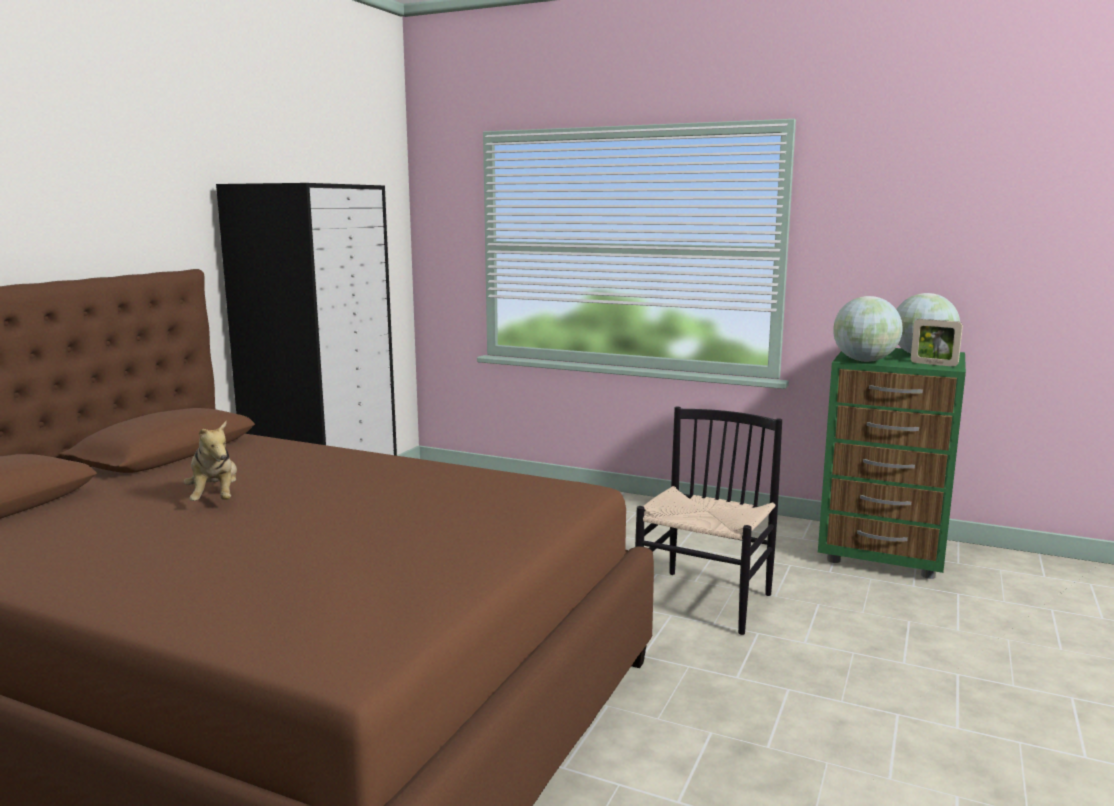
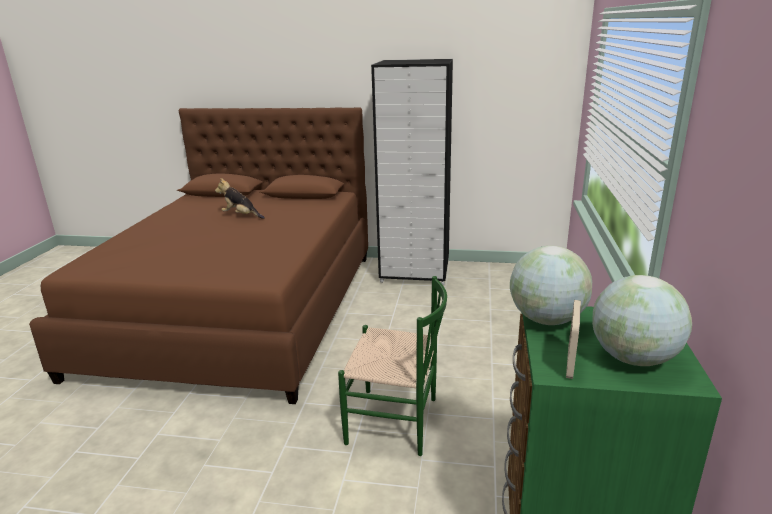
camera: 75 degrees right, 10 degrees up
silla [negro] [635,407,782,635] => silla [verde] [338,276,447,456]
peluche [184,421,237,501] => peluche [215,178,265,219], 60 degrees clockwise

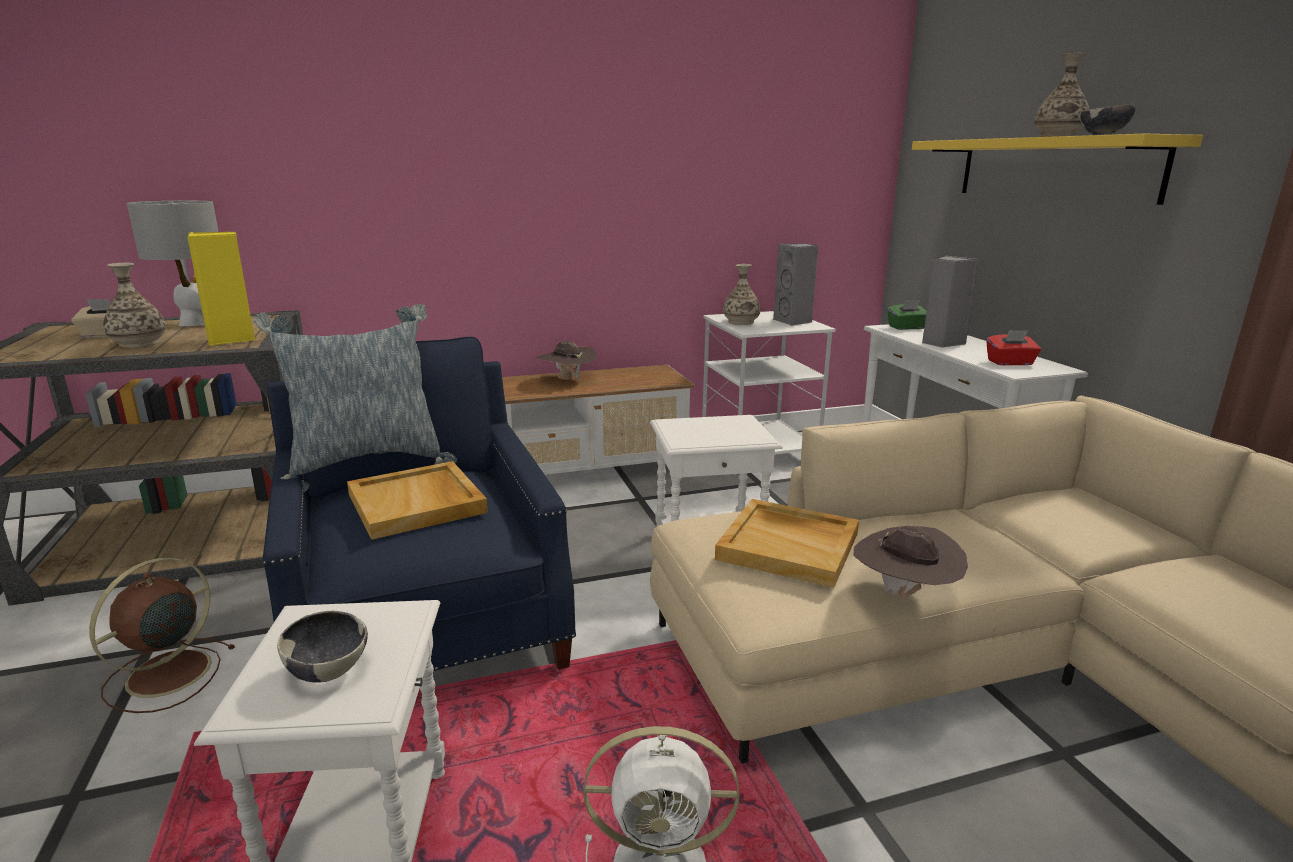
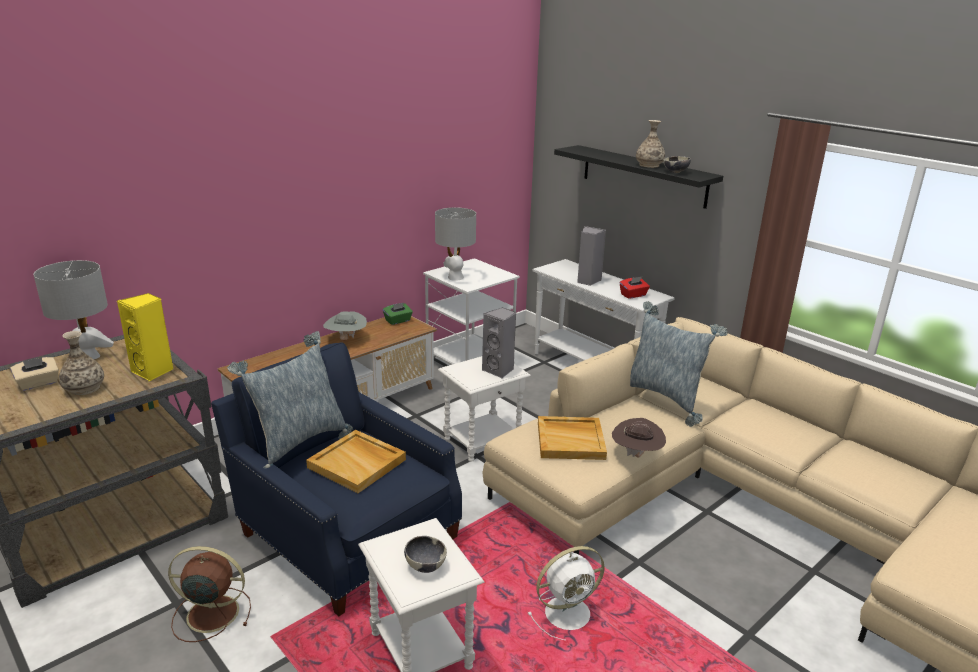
camera: 25 degrees left, 5 degrees up
nothing => cojín [630,301,728,427]
altavoz [gris] [773,243,819,326] => altavoz [gris] [482,307,516,379], moved
caja de pañuelos [verde] [887,300,927,330] => caja de pañuelos [verde] [383,303,413,325], moved
florero [723,264,761,325] => lámpara de mesa [gris] [435,207,476,281]
sombrero [marrón] [537,341,597,380] => sombrero [gris] [323,311,367,340]
estante [amarillo] [912,134,1203,205] => estante [negro] [554,145,723,209]
ventilador [marrón] [89,558,235,713] => ventilador [marrón] [168,546,251,642], 90 degrees clockwise

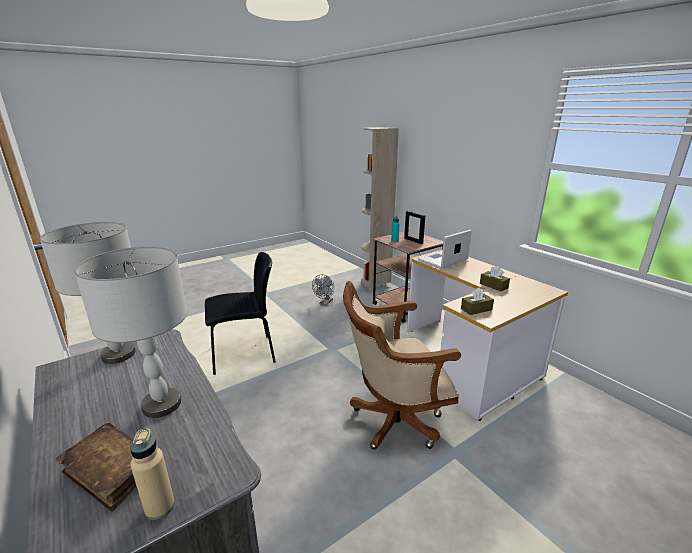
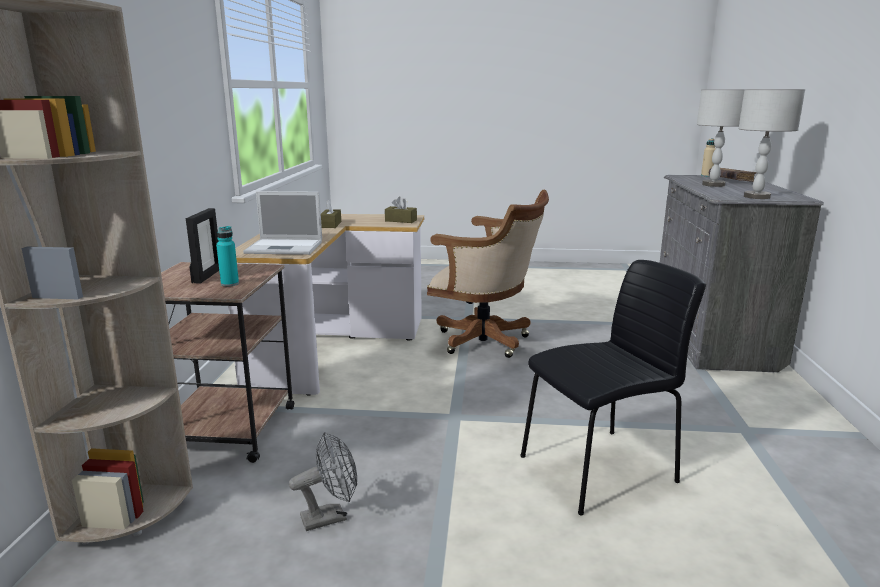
camera: 140 degrees left, 5 degrees down
silla [negro] [205,252,276,375] => silla [negro] [521,260,706,515], 135 degrees clockwise

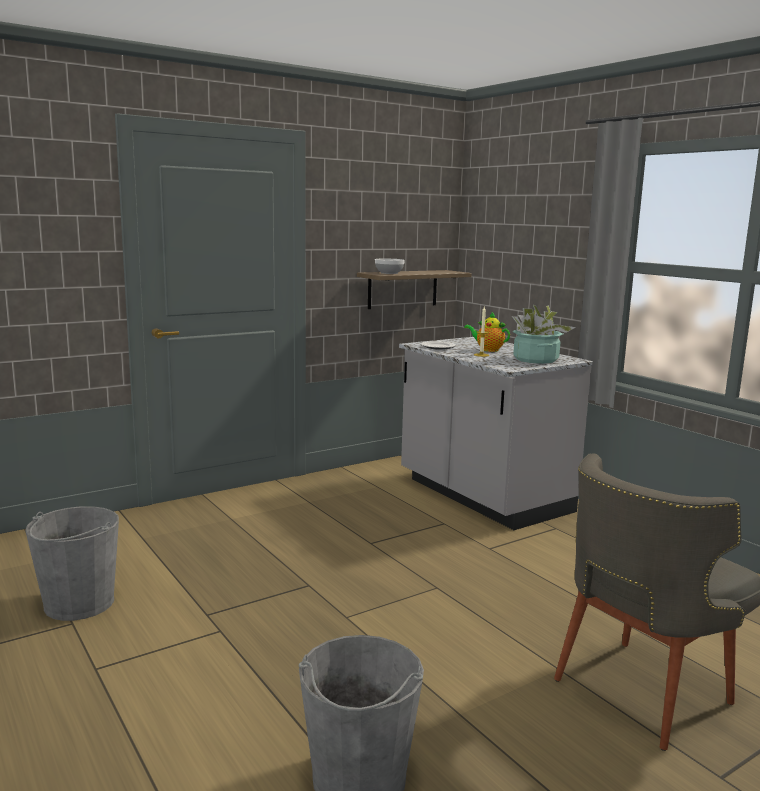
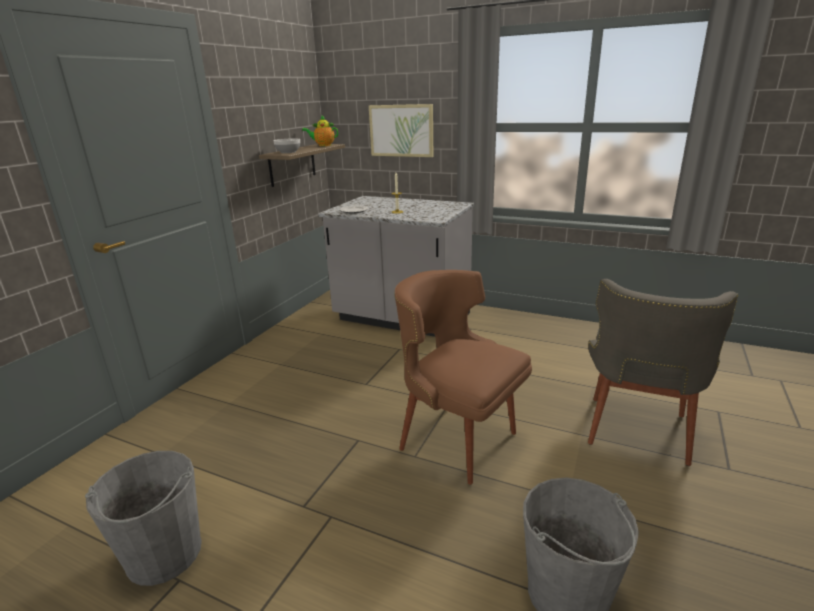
camera: 30 degrees left, 10 degrees up
planta en maceta [512,305,576,364] => nothing
nothing => cuadro [369,104,433,157]
nothing => silla [marrón] [394,270,532,485]
tetera [464,312,510,352] => tetera [302,116,338,146], moved

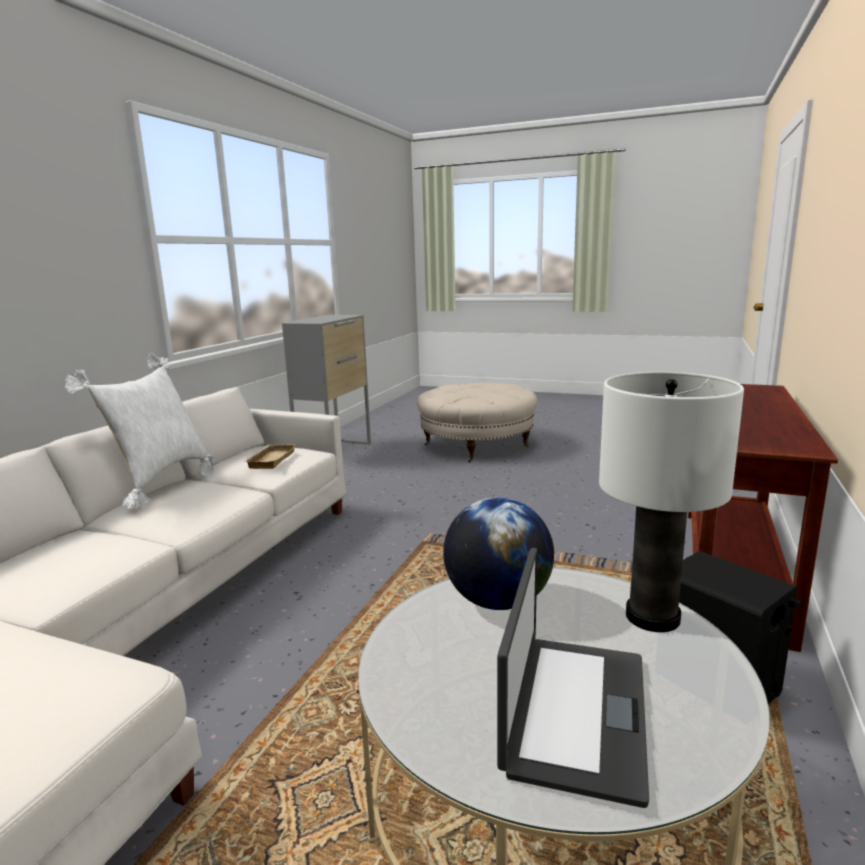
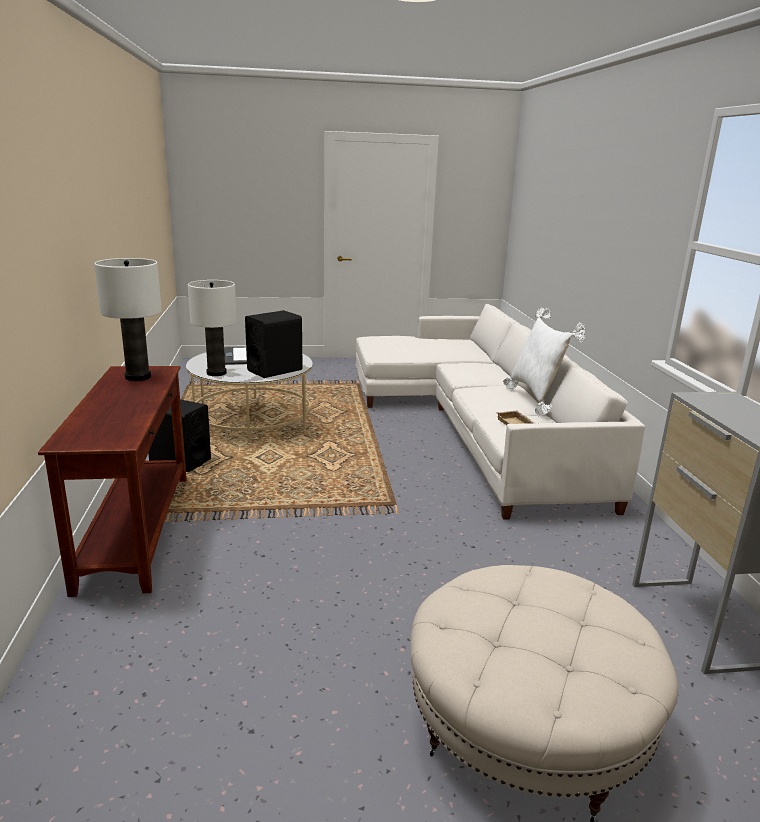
camera: 150 degrees right, 5 degrees up
nothing => lámpara de mesa [blanco] [94,258,162,381]
globo terráqueo [443,497,554,610] => altavoz [negro] [245,310,303,378]

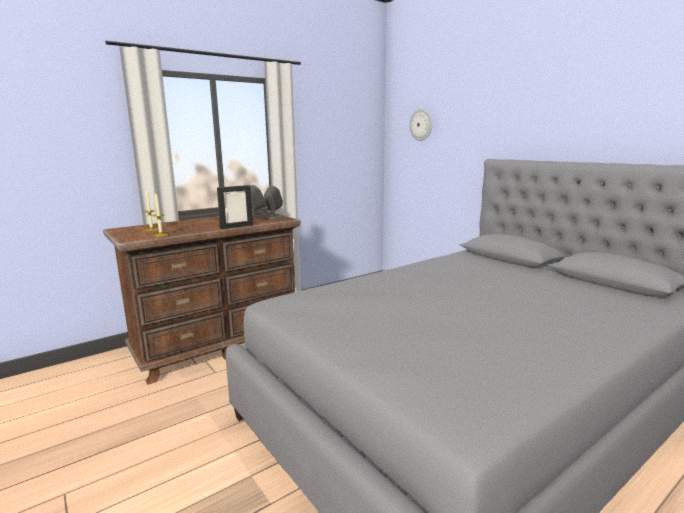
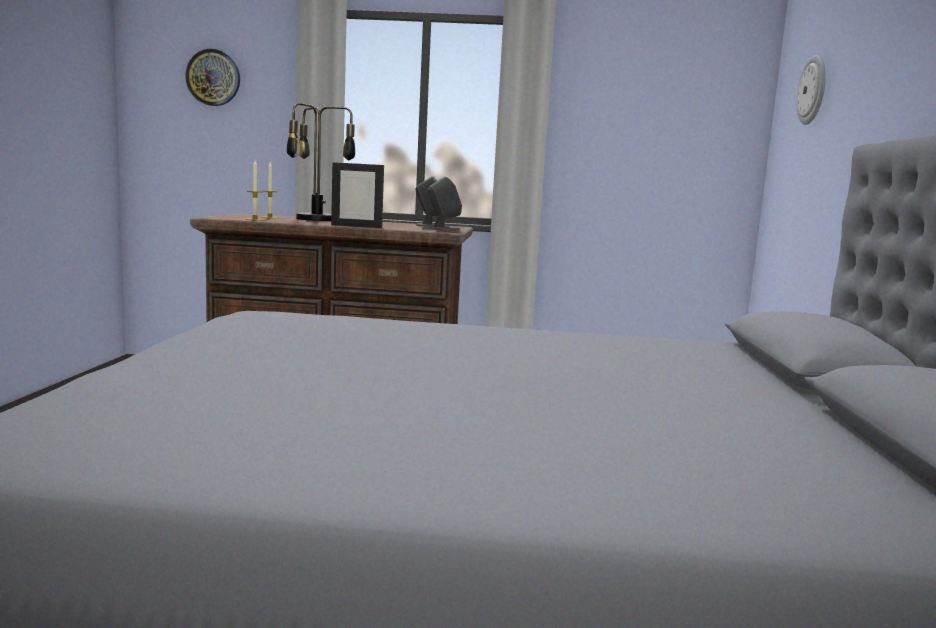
camera: 40 degrees right, 5 degrees down
nothing => reloj de pared [185,49,240,106]
nothing => lámpara de mesa [287,103,355,221]

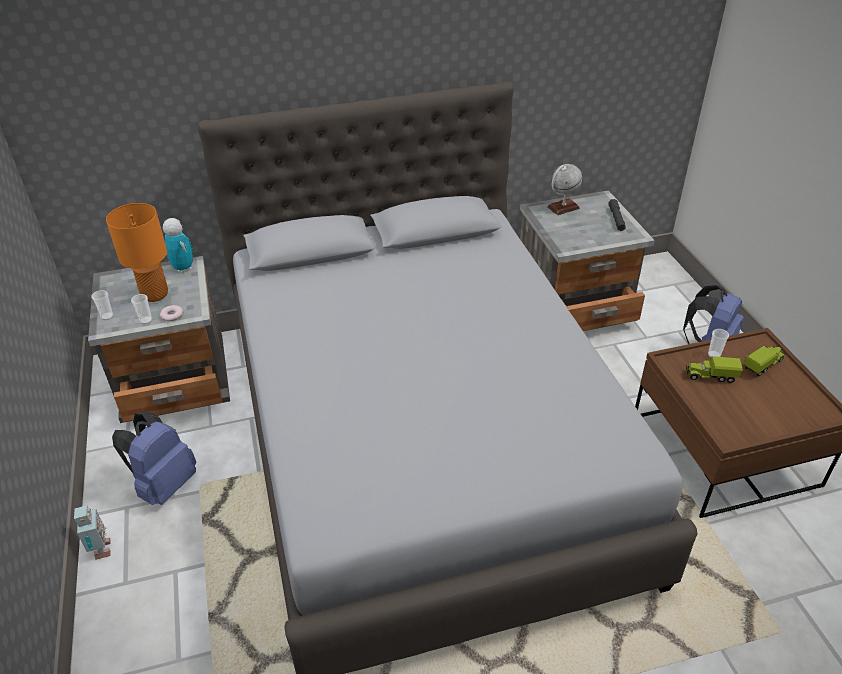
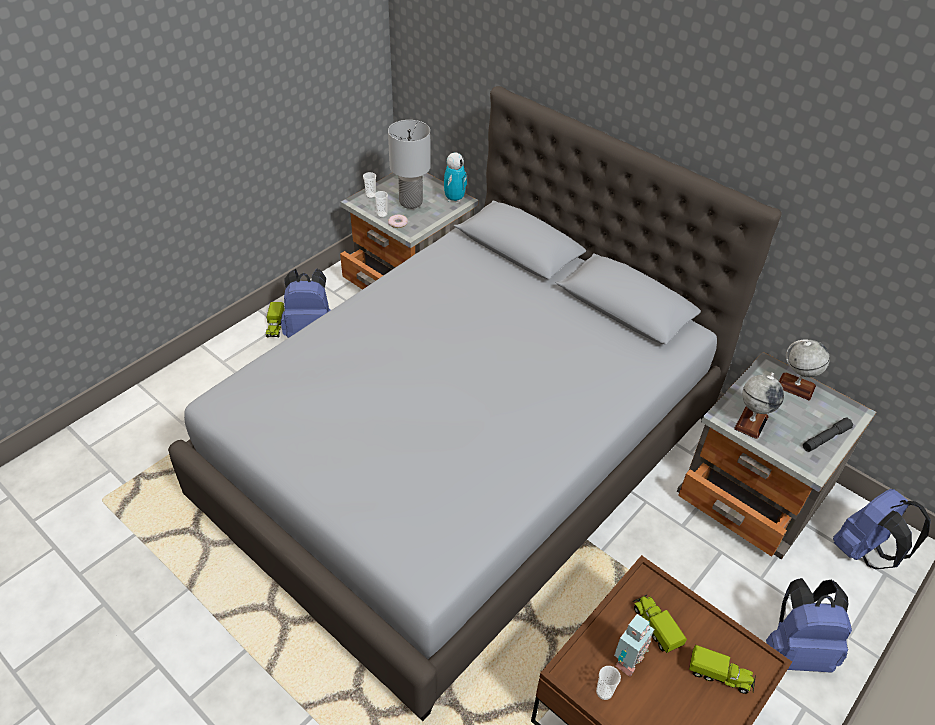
camera: 55 degrees right, 5 degrees up
nothing => camión de juguete [266,302,285,338]
nothing => globo terráqueo [734,372,784,439]
nothing => mochila [azul] [833,489,931,569]
robot de juguete [74,505,110,560] => robot de juguete [614,614,654,677], moved
taza [708,329,729,357] => taza [596,666,621,700], moved
lámpara de mesa [naranja] [106,203,168,302] => lámpara de mesa [gris] [388,120,431,209]

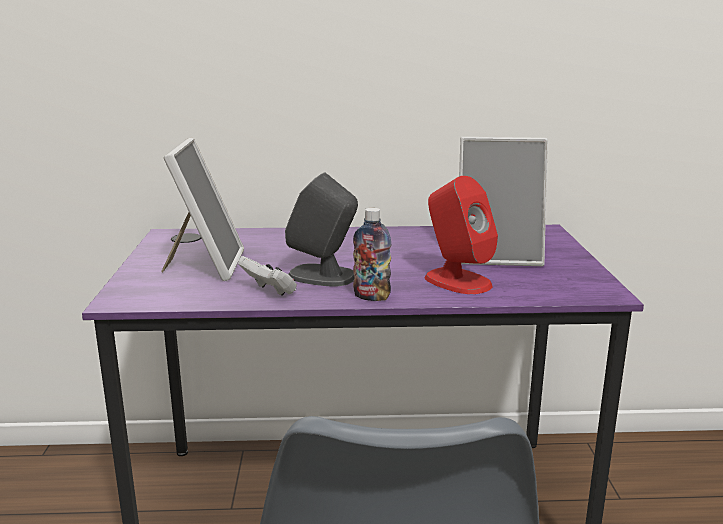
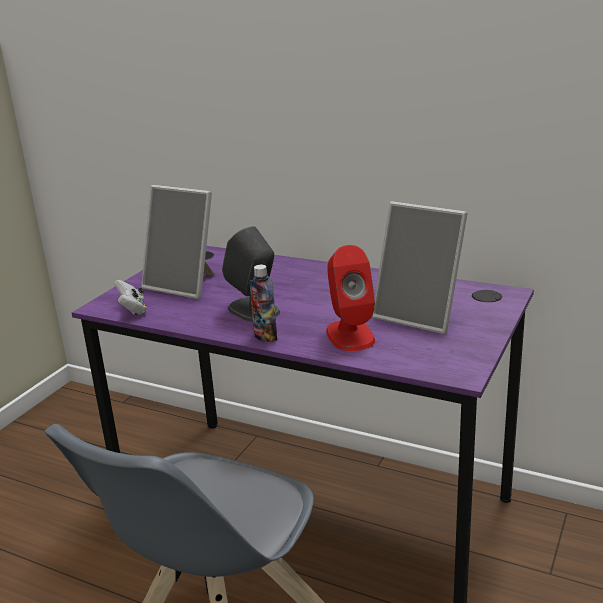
camera: 30 degrees right, 5 degrees up
mando de consola [blanco] [238,256,297,296] => mando de consola [blanco] [114,280,147,315], moved
portarretratos [161,138,244,281] => portarretratos [141,185,215,299], 90 degrees clockwise

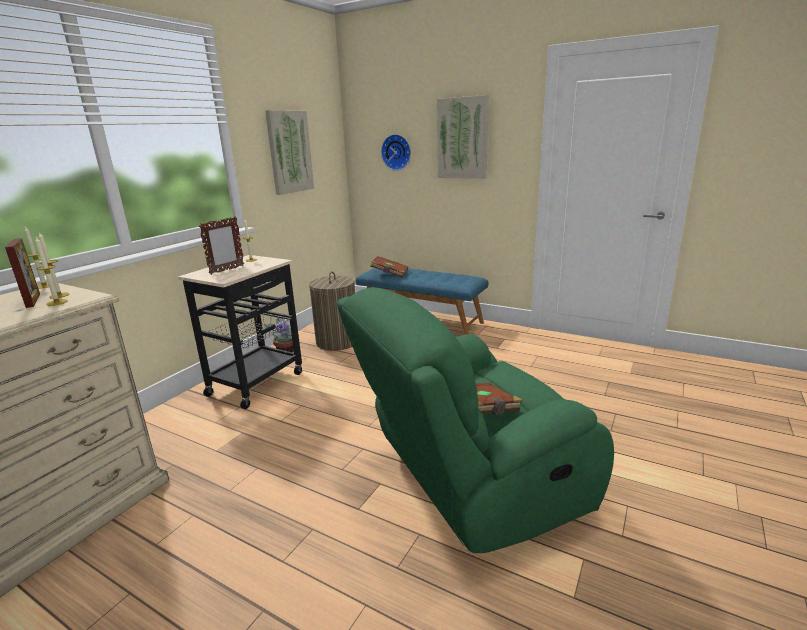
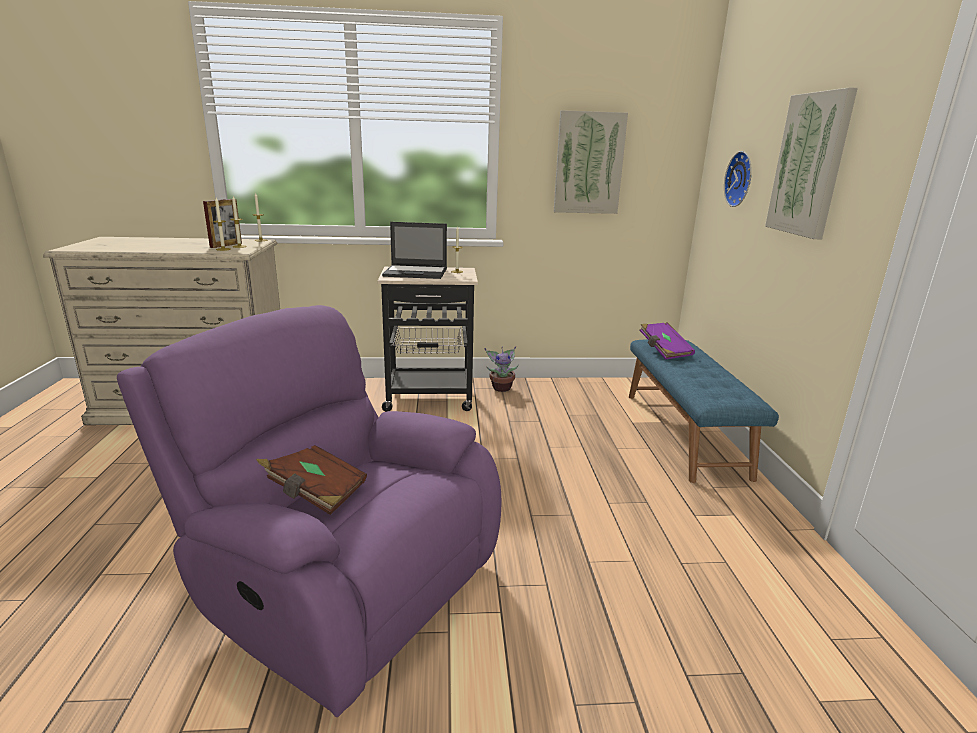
camera: 55 degrees right, 0 degrees up
cesto de la ropa [309,271,355,351] => nothing
portarretratos [199,216,245,275] => portátil [382,222,447,279]
sillón [verde] [337,287,614,553] => sillón [morado] [117,305,501,717]
libro [marrón] [370,256,408,277] => libro [morado] [639,322,695,360]

